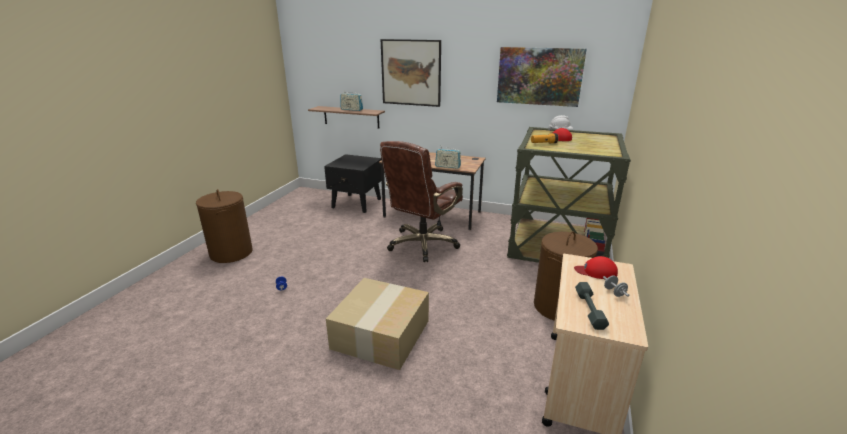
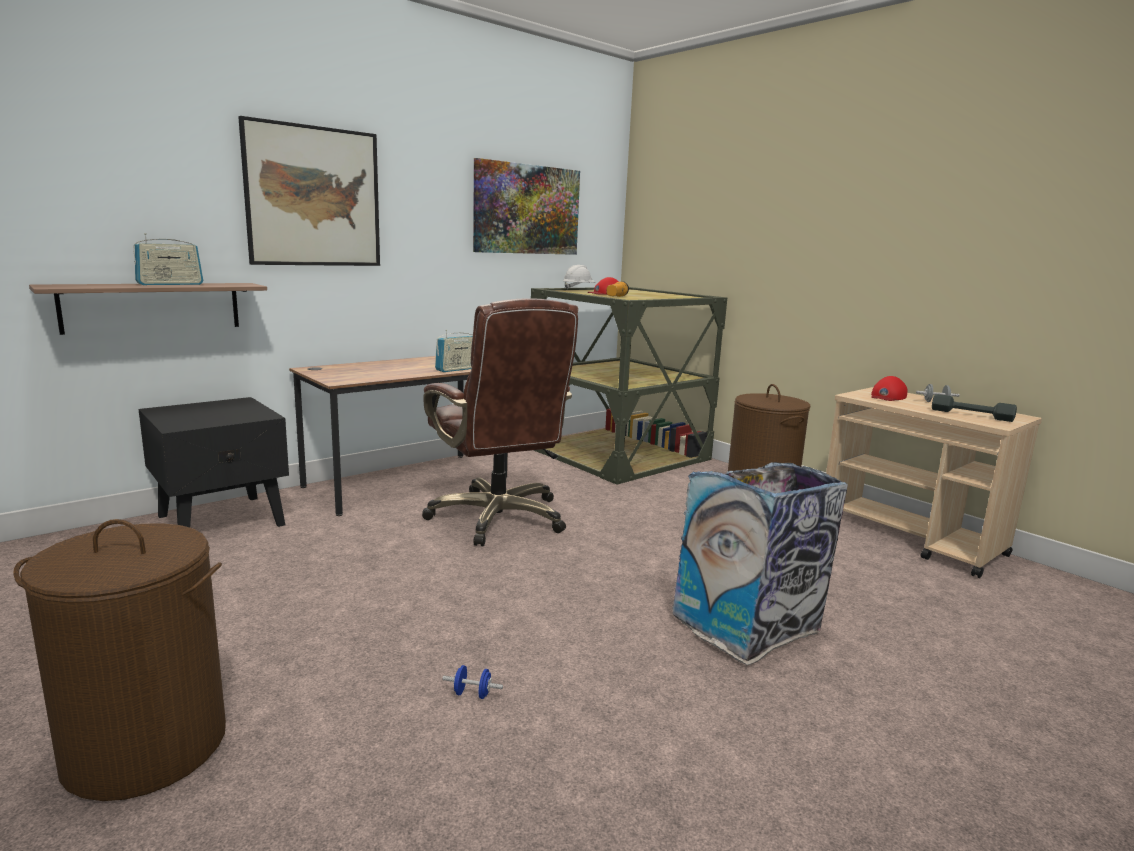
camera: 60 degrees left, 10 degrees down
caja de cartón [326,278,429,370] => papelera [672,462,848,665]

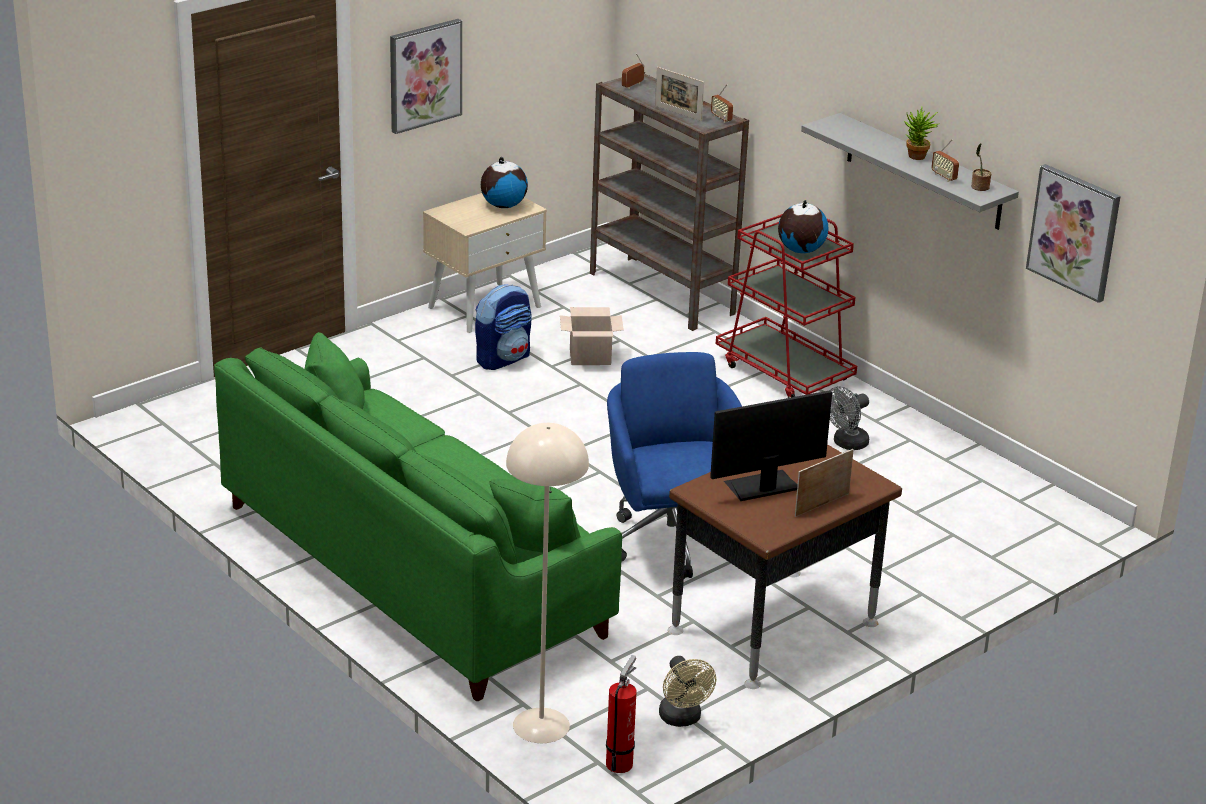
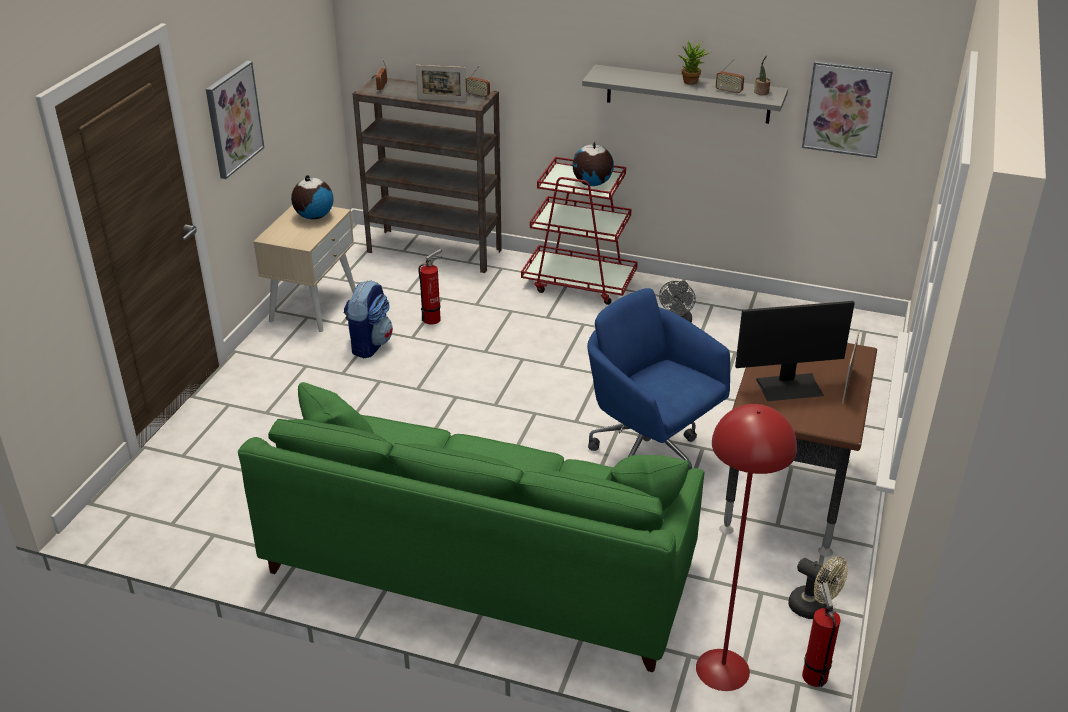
camera: 30 degrees left, 5 degrees up
caja de cartón [560,307,624,365] => extintor [418,249,444,325]
lámpara de pie [beis] [506,423,589,743] => lámpara de pie [rojo] [696,404,797,691]
monitor [710,390,832,501] => monitor [735,301,855,401], 135 degrees counterclockwise

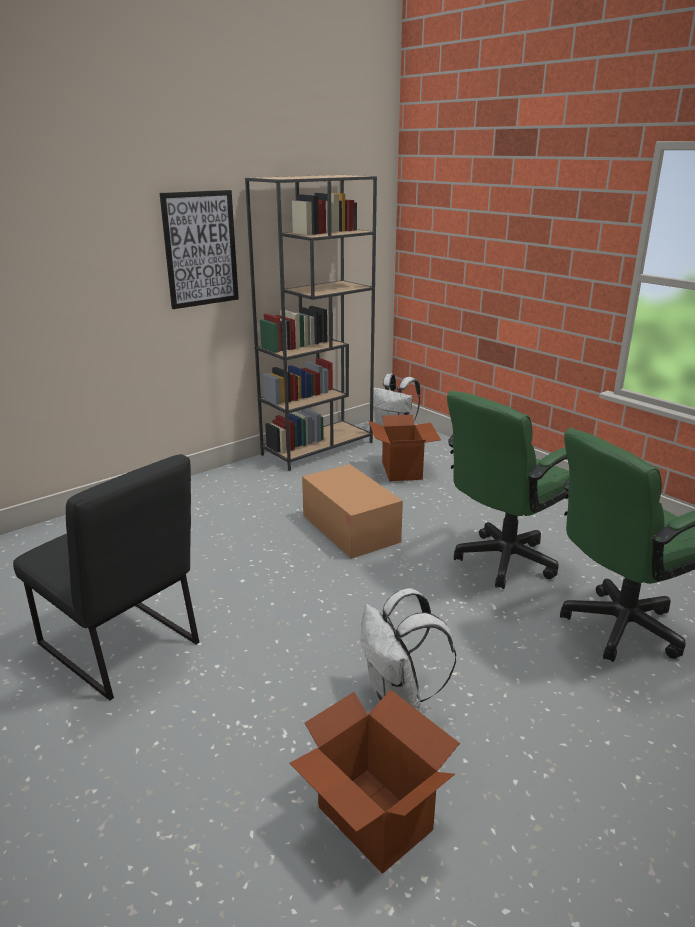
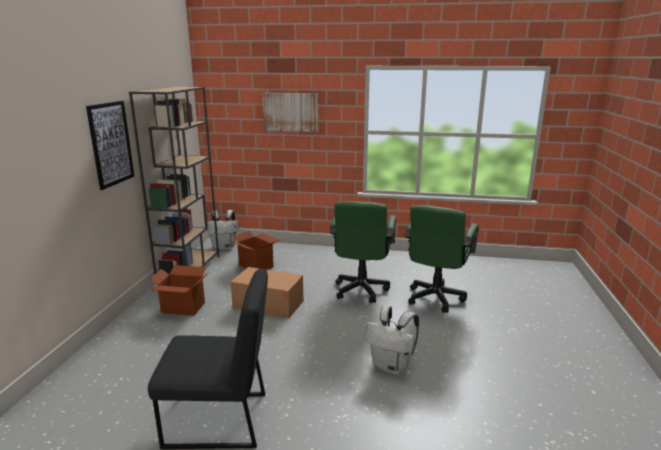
camera: 40 degrees left, 5 degrees down
nothing => cuadro [263,93,318,132]
caja de cartón [290,689,460,874] => caja de cartón [149,265,208,316], moved

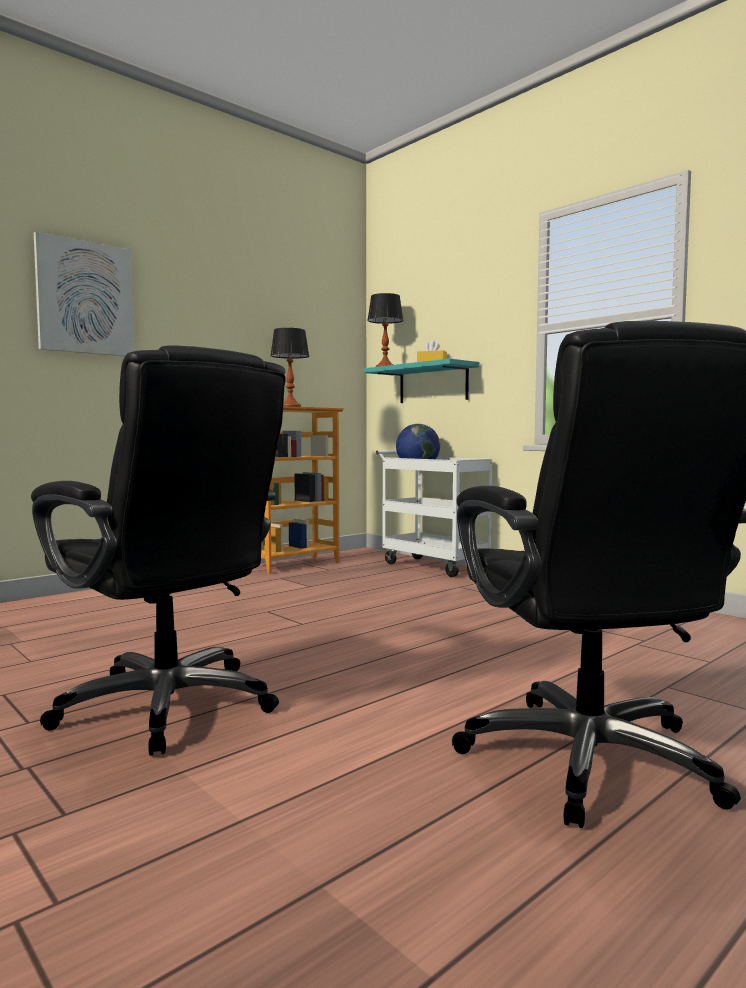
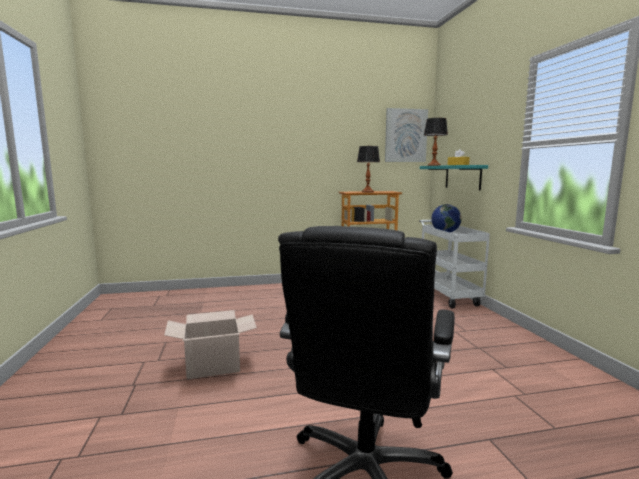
camera: 30 degrees right, 5 degrees up
cuadro [34,231,134,356] => cuadro [385,108,428,162], moved
silla de oficina [negro] [31,345,286,756] => caja de cartón [164,310,257,379]

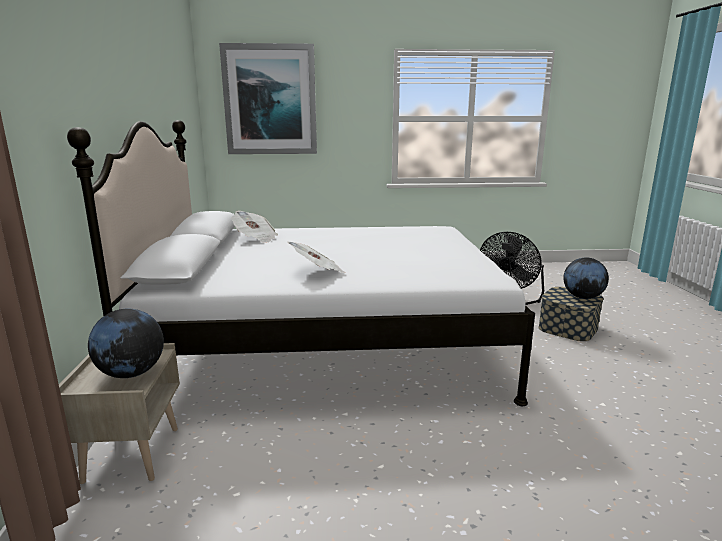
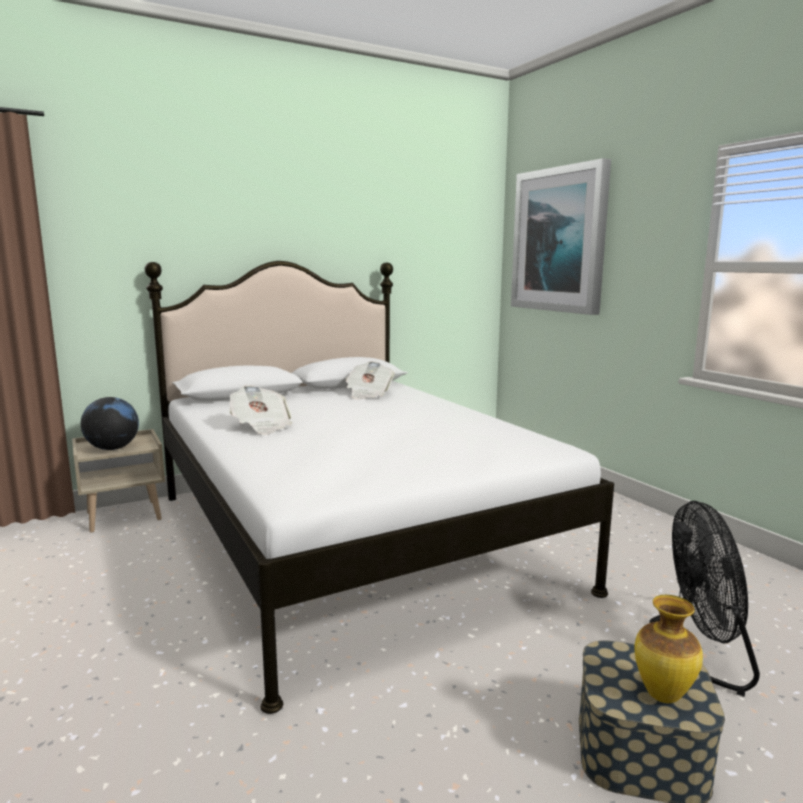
camera: 65 degrees right, 5 degrees down
globo terráqueo [563,257,609,299] => florero [634,595,703,703]

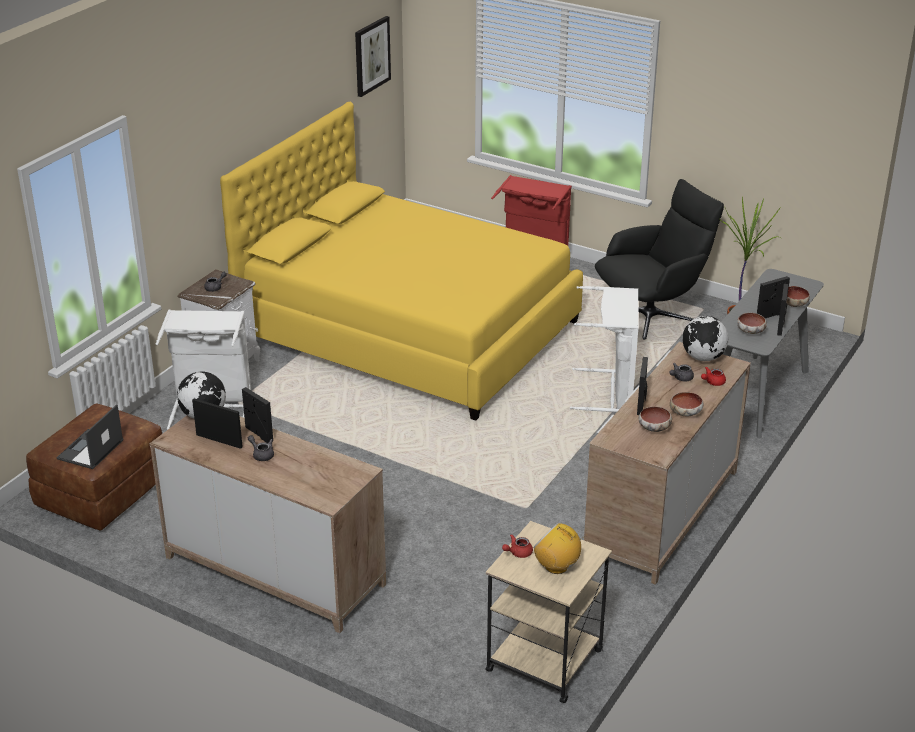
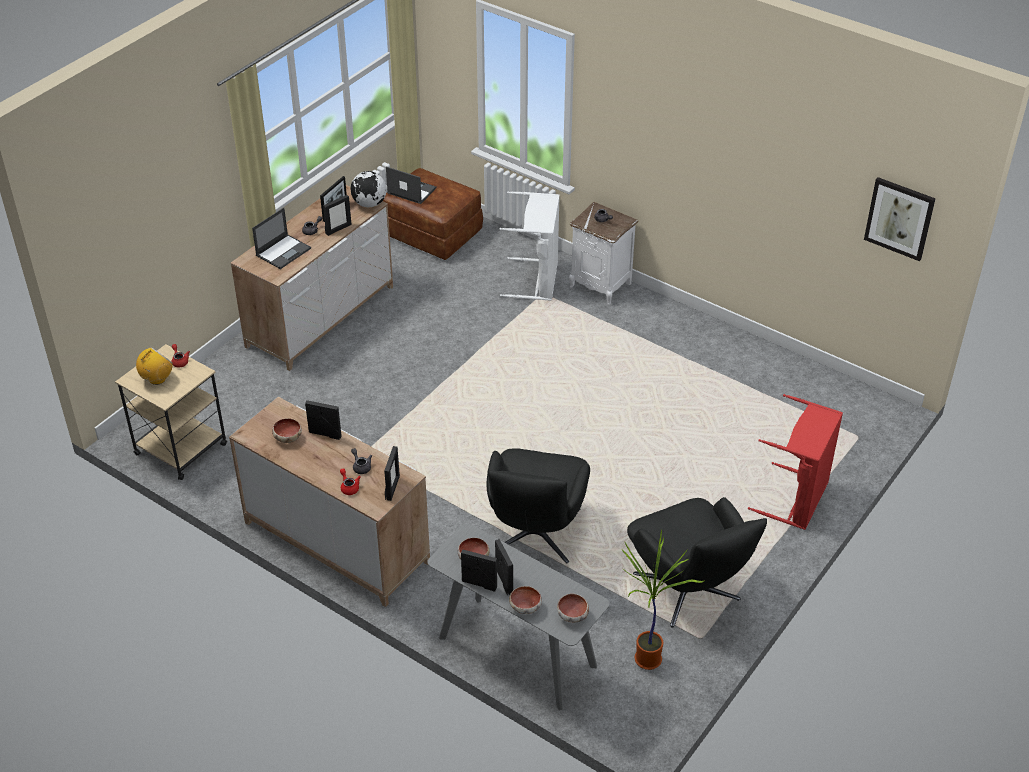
camera: 95 degrees right, 10 degrees up
cama [amarillo] [220,102,583,421] => nothing
nothing => portátil [252,208,311,269]
cuenco [670,392,704,416] => cuenco [557,594,589,623], moved
cesto de la ropa [blanco] [570,286,639,412] => sillón [negro] [487,448,590,563]
globo terráqueo [682,316,728,361] => portarretratos [384,446,400,501]

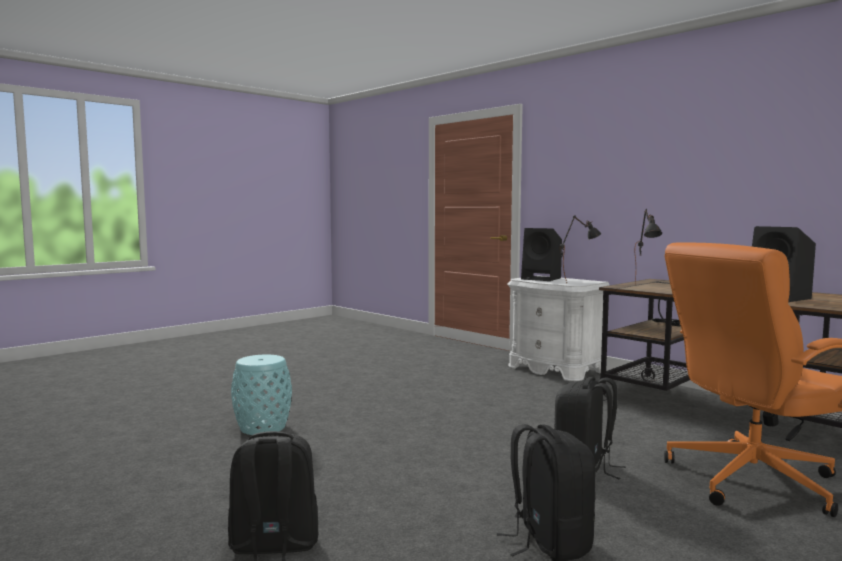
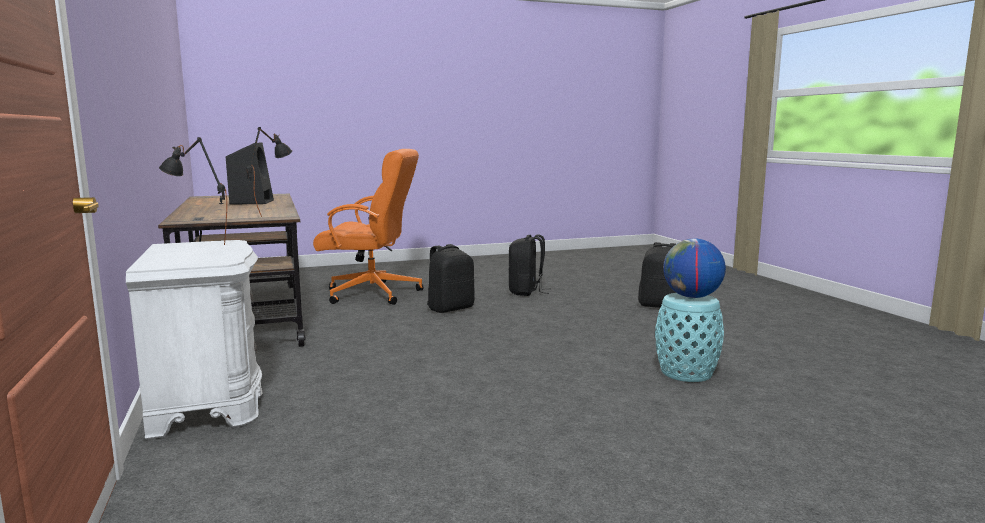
camera: 155 degrees left, 5 degrees up
altavoz [negro] [521,228,562,281] => nothing
nothing => globo terráqueo [663,238,726,298]

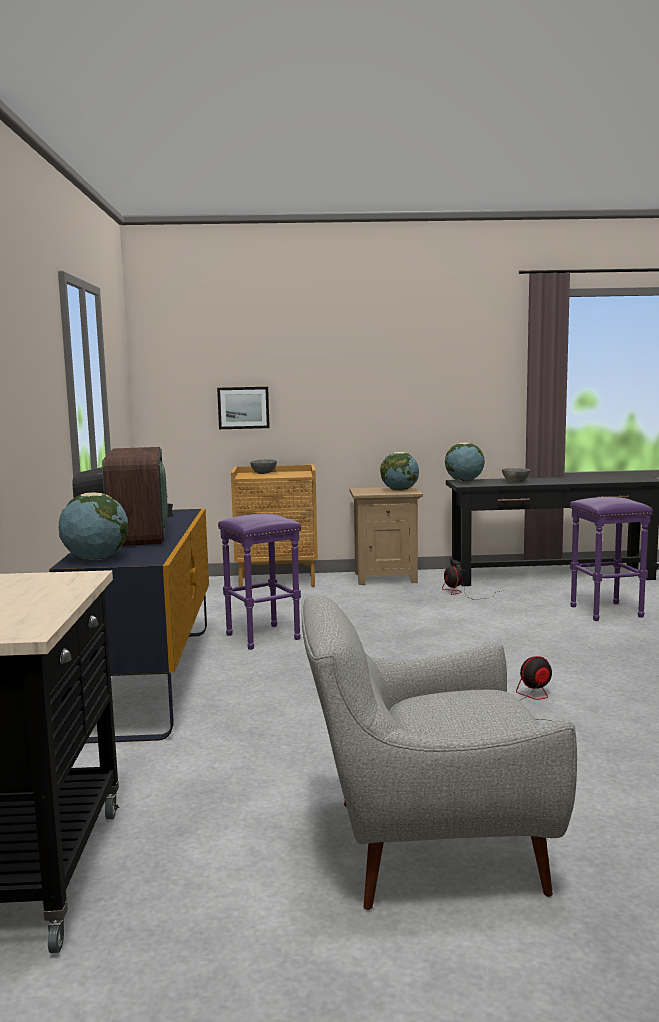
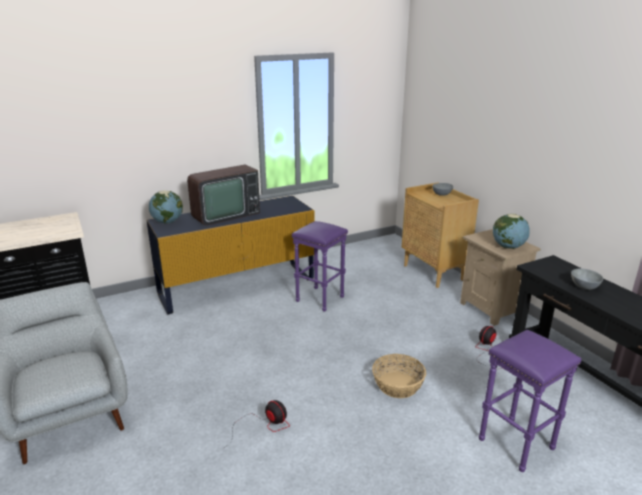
camera: 65 degrees right, 15 degrees up
cuadro [217,387,270,429] => nothing
globo terráqueo [445,443,485,482] => nothing
nothing => cesta [372,354,426,398]

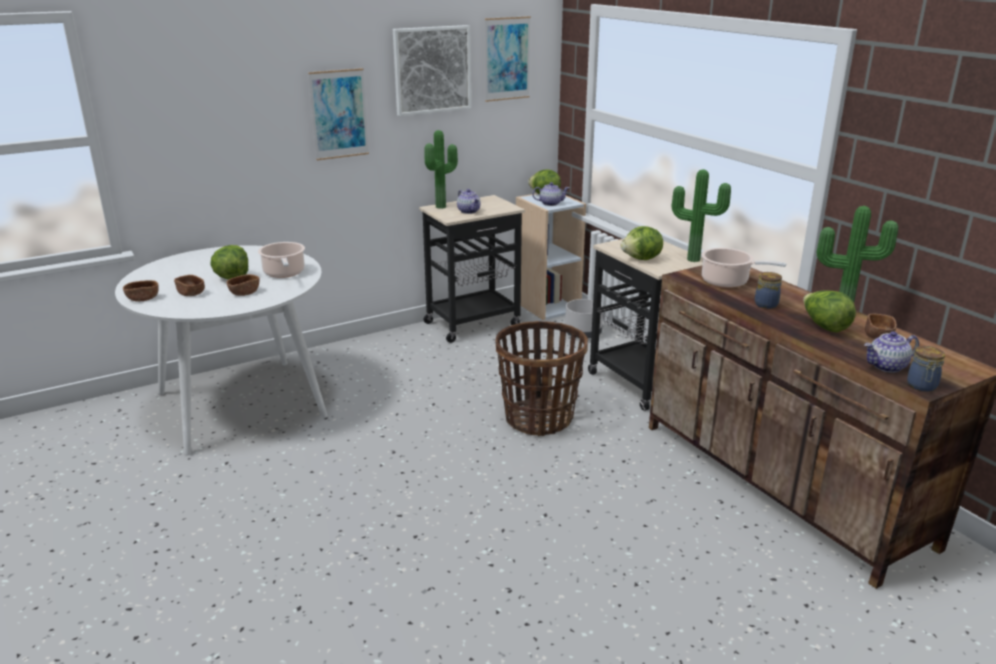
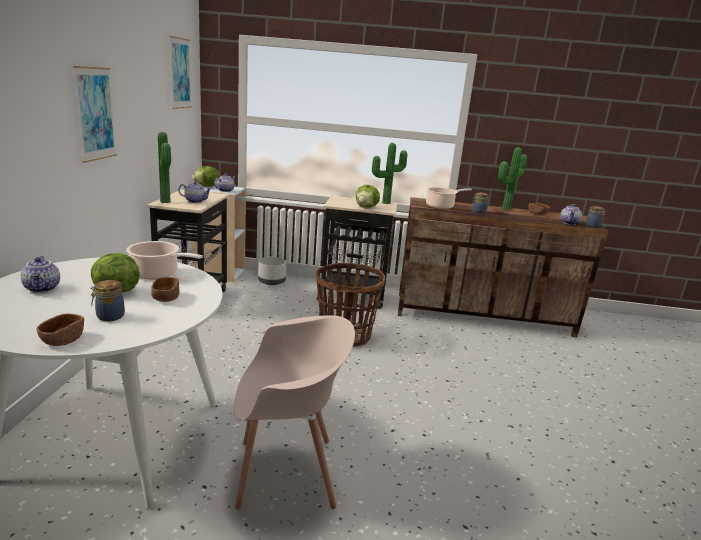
camera: 55 degrees left, 5 degrees down
cuadro [393,25,471,116] => nothing
lechuga [803,290,856,332] => nothing
nothing => tetera [21,256,60,293]
nothing => silla [beis] [234,315,355,510]
cuenco [marrón] [174,275,205,296] => tarro [91,280,125,321]

